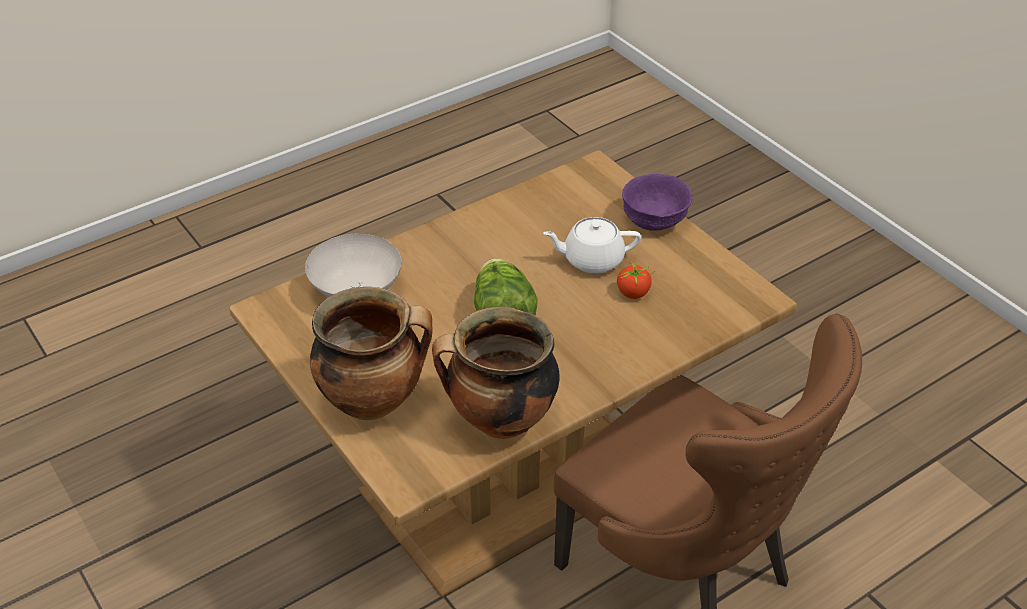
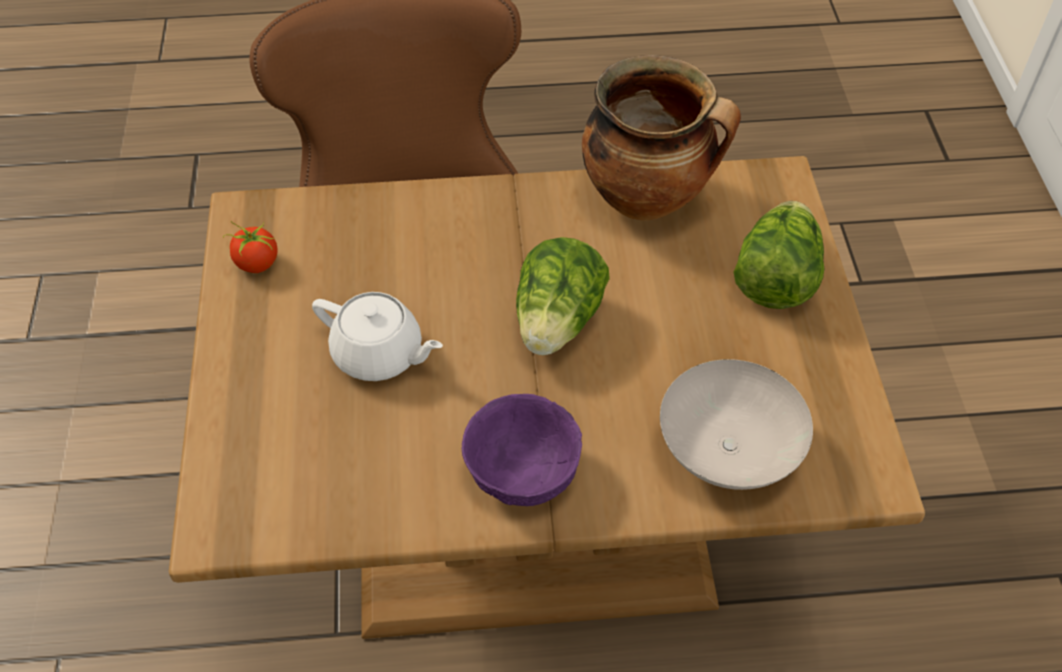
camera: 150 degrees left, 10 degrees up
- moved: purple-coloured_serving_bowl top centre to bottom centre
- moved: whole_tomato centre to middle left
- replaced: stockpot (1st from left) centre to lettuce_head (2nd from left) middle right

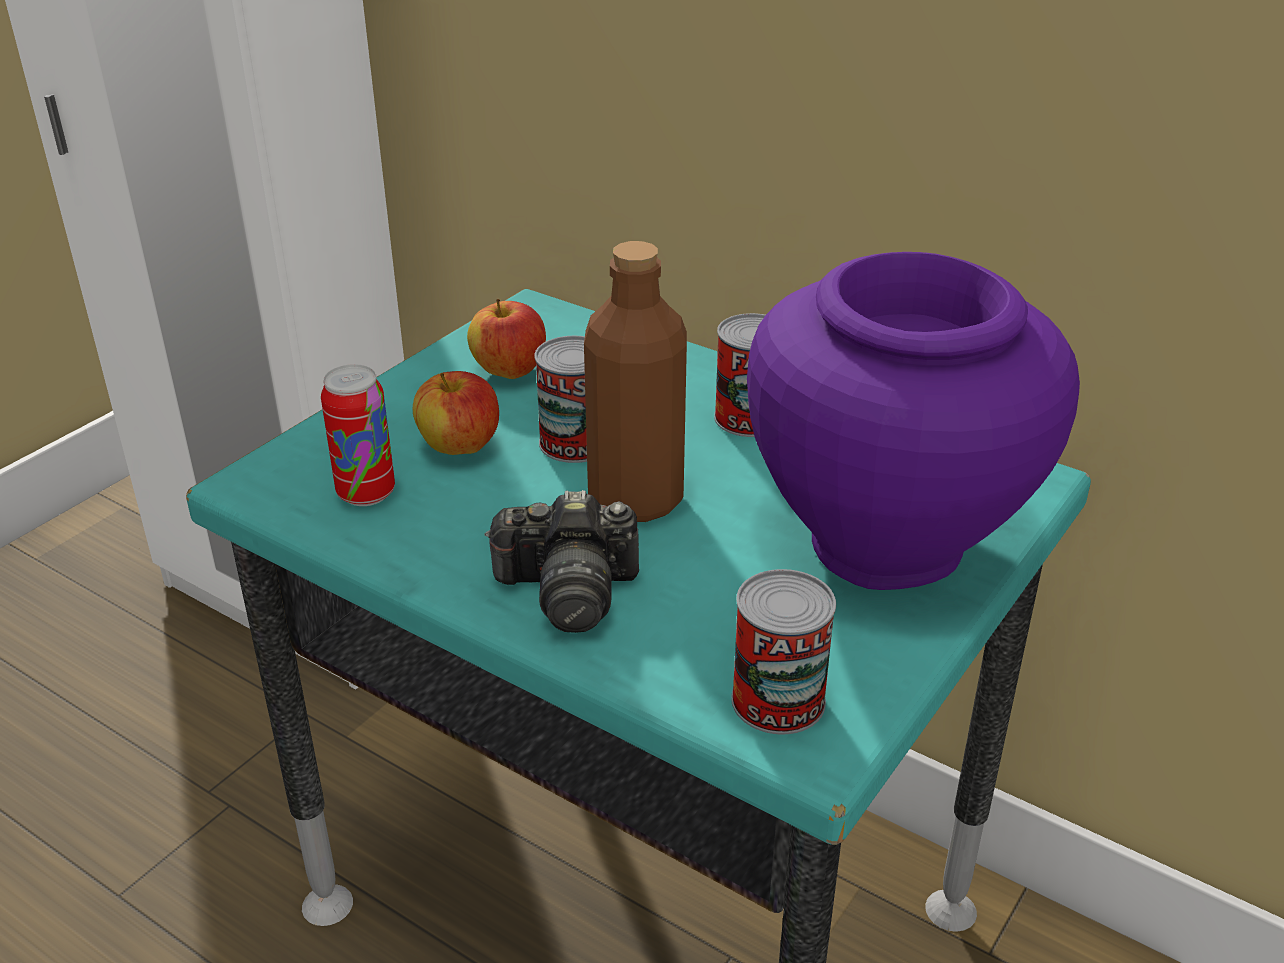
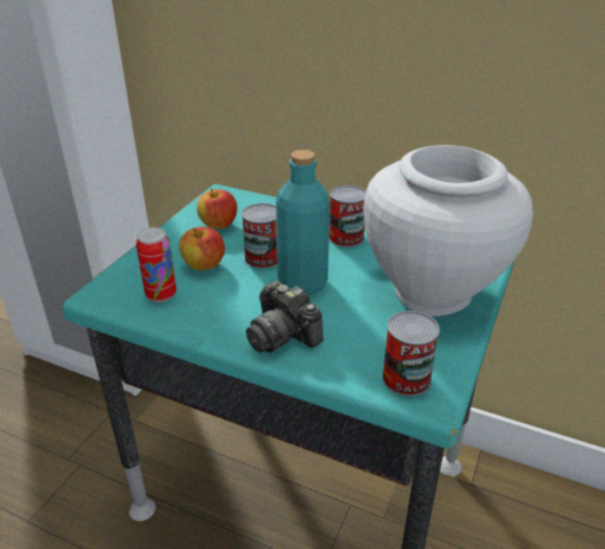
camera: 10 degrees left, 0 degrees up
- recoloured: brown-coloured_drink_bottle centre to turquoise_drink_bottle centre
- recoloured: purple-coloured_decorative_vase middle right to whitish_decorative_vase middle right
- turned: still_camera centre = centre 60 degrees clockwise

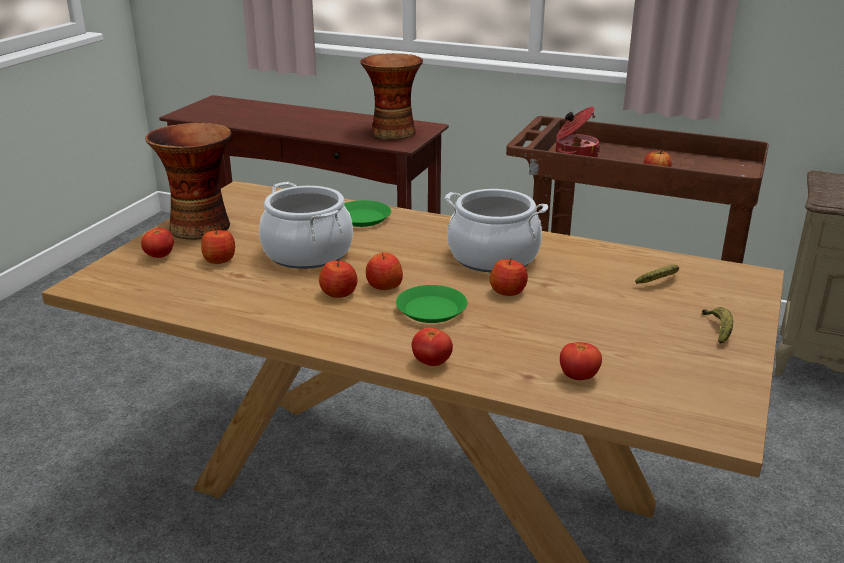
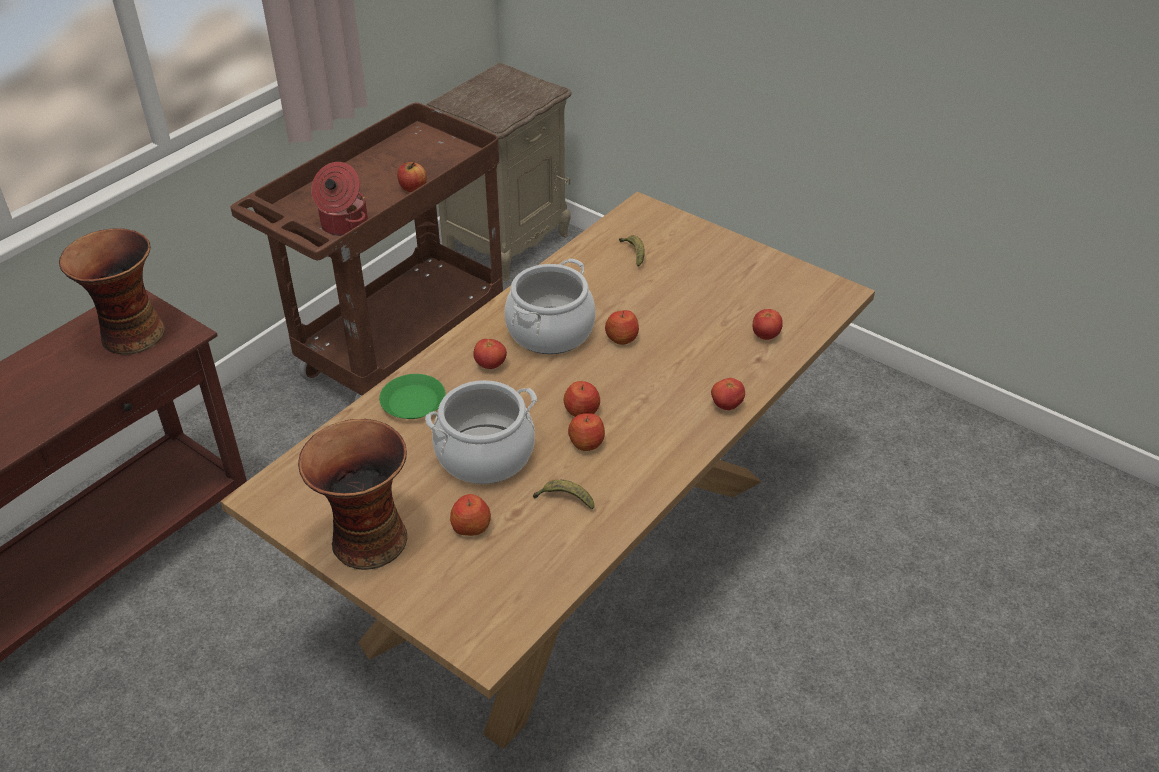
camera: 75 degrees left, 15 degrees up
- moved: whole_tomato (1st from left) middle left to centre
- removed: greenish_dinner_plate (2nd from left) centre
- moved: banana (2nd from left in the first image) middle right to banana (1st from left) centre

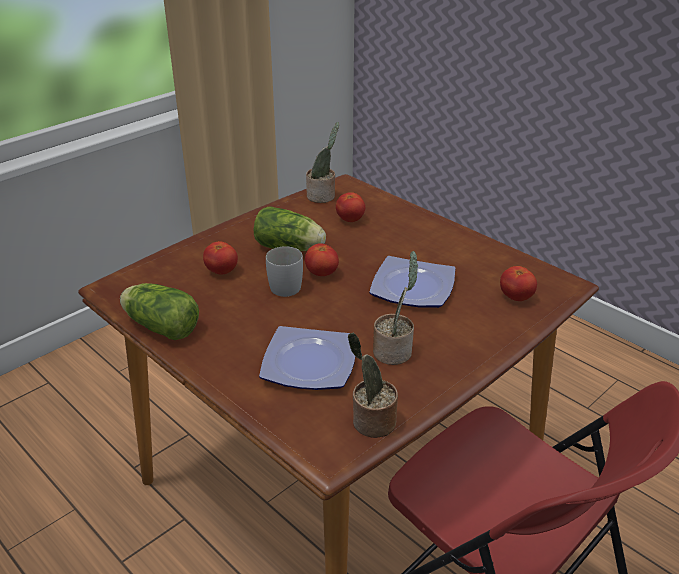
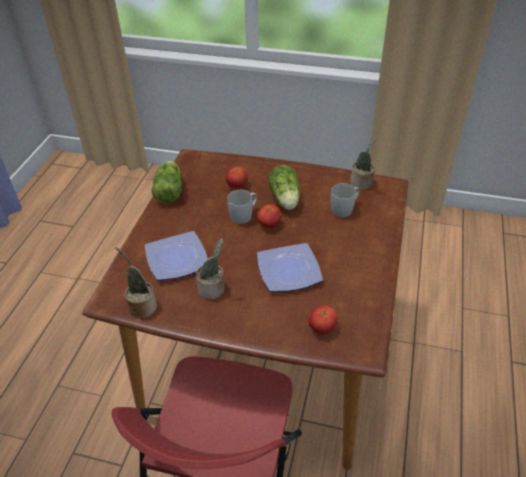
camera: 60 degrees right, 10 degrees up
- replaced: whole_tomato (3rd from left) centre to whitish_tea_mug (2nd from left) centre

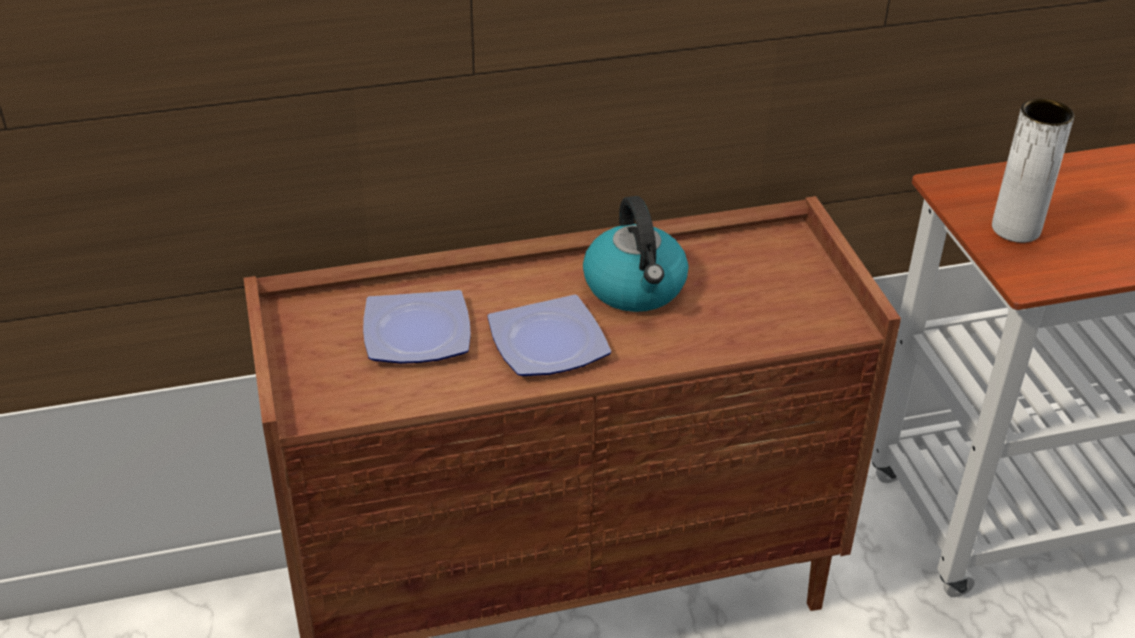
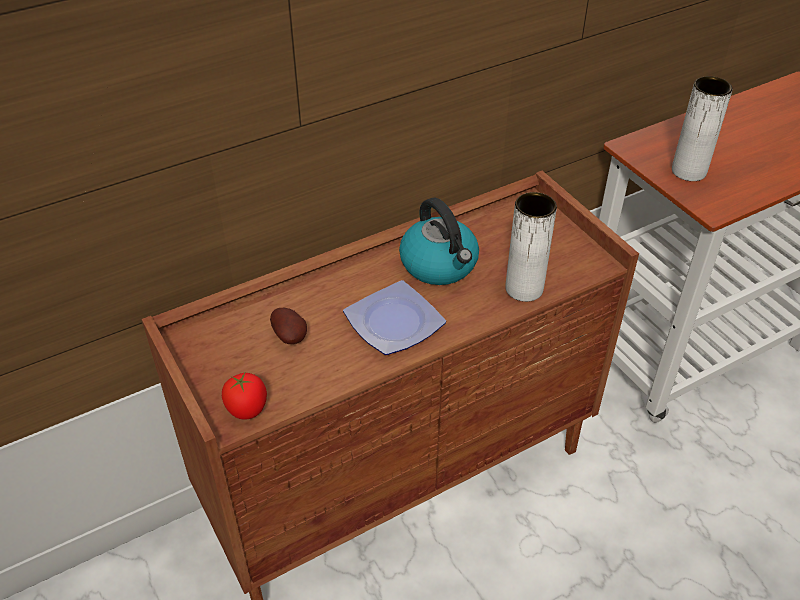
camera: 15 degrees left, 5 degrees up
- replaced: dinner_plate (1st from left) centre to spud centre
- added: whitish_decorative_vase (1st from left) centre
- added: whole_tomato middle left

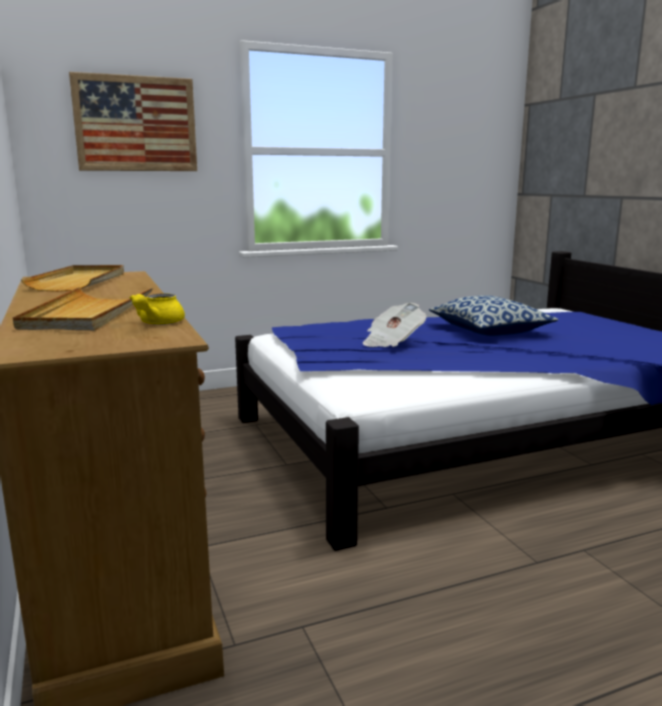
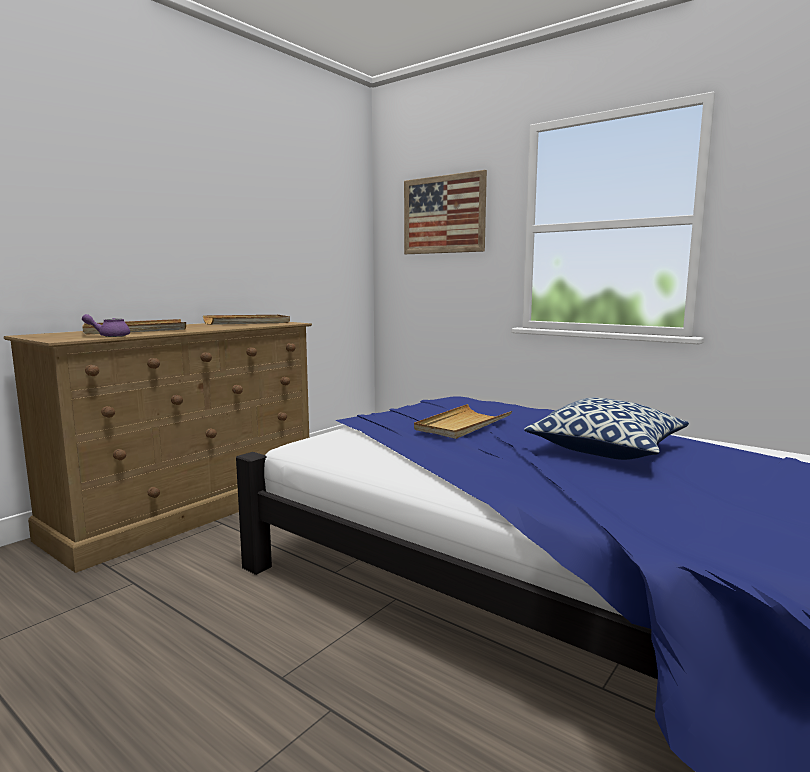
camera: 60 degrees right, 5 degrees down
- recoloured: yellow-coloured_pot_for_tea middle left to purple-coloured_pot_for_tea middle left
- replaced: daily_paper centre to sand-coloured_serving_tray (3rd from left) centre

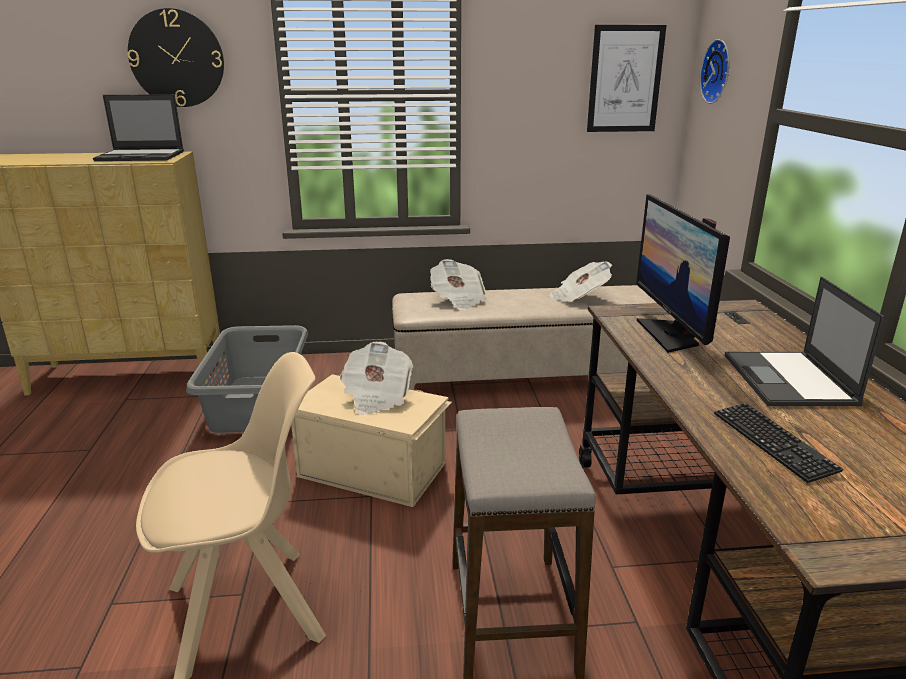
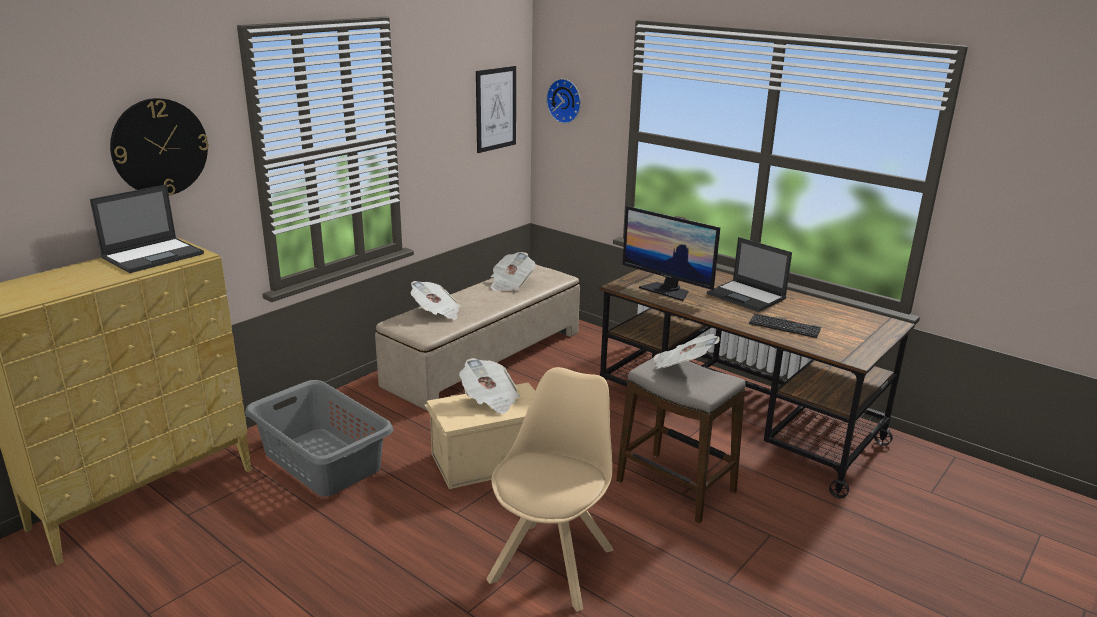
camera: 45 degrees left, 0 degrees up
- added: daily_paper (4th from left) centre

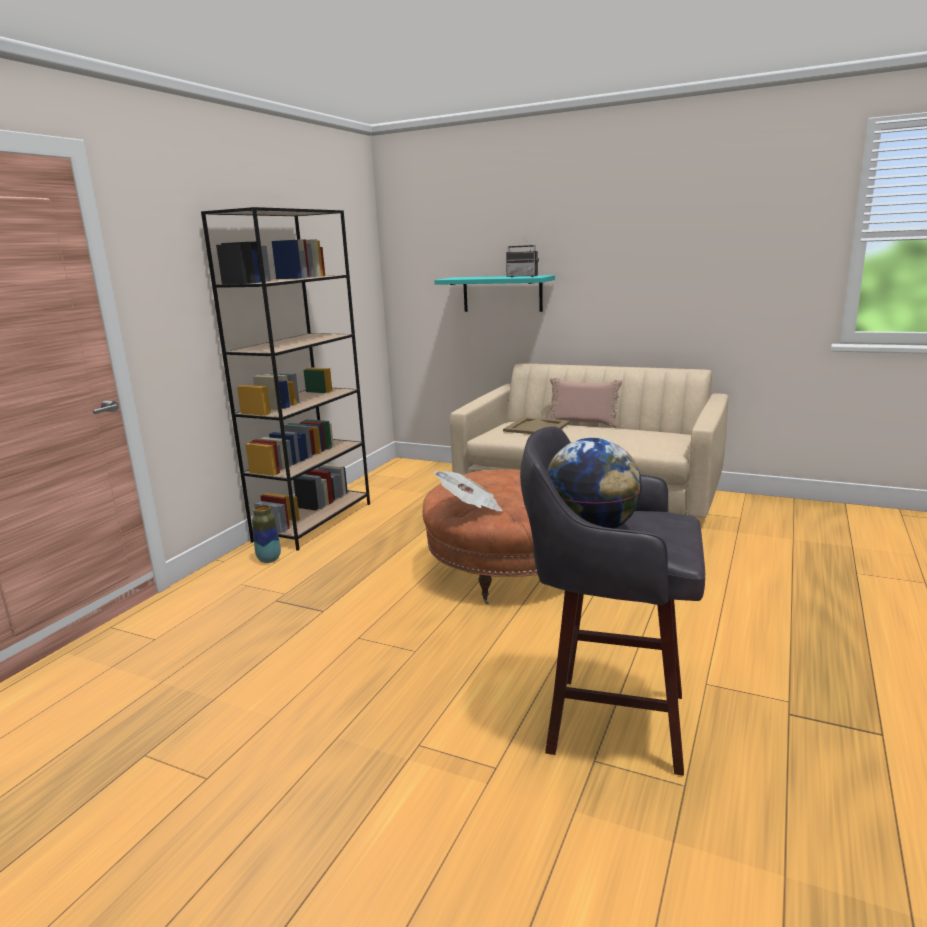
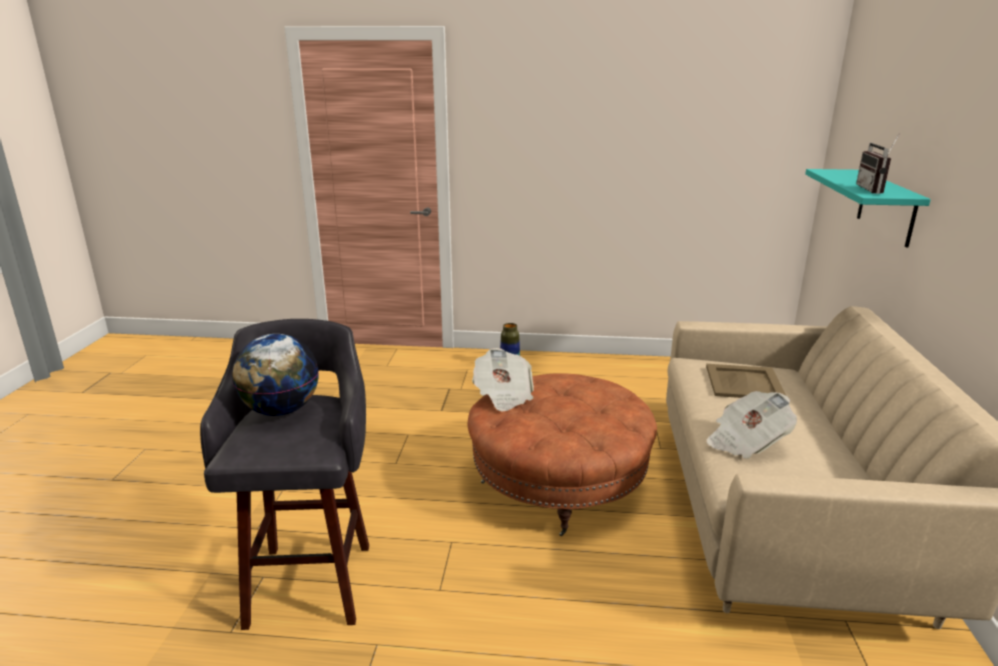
camera: 70 degrees right, 5 degrees up
- removed: sand-coloured_bookshelf middle left
- removed: sand-coloured_throw_pillow centre
- added: daily_paper (2nd from left) middle right

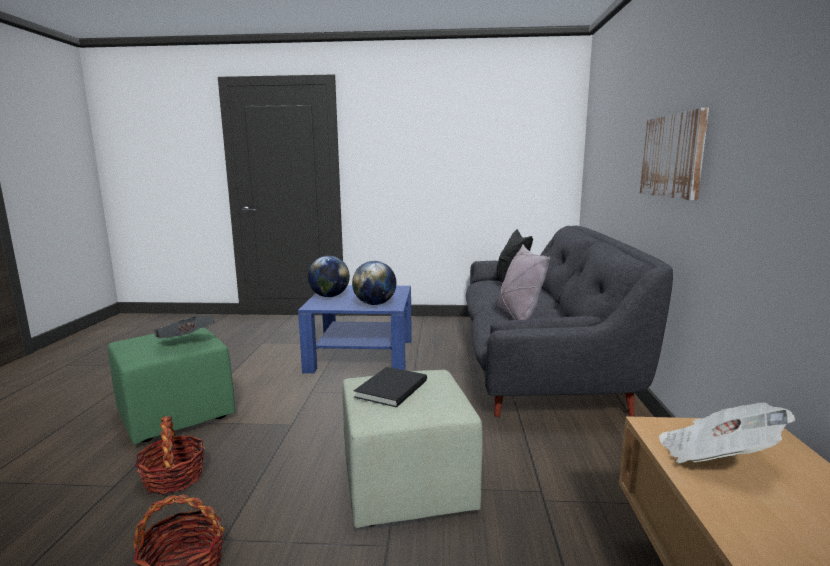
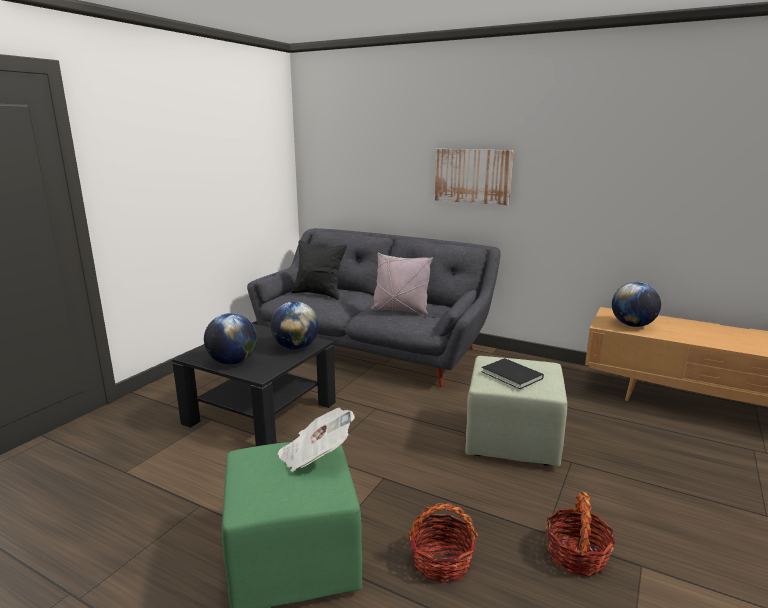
camera: 65 degrees left, 5 degrees up
- recoloured: bluish_coffee_table centre to black-coloured_coffee_table middle left
- replaced: daily_paper (2nd from left) bottom right to desk_globe (3rd from left) middle right

